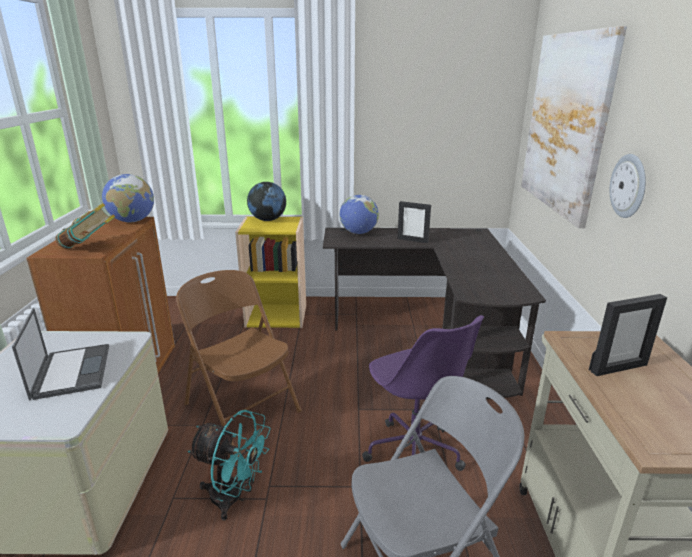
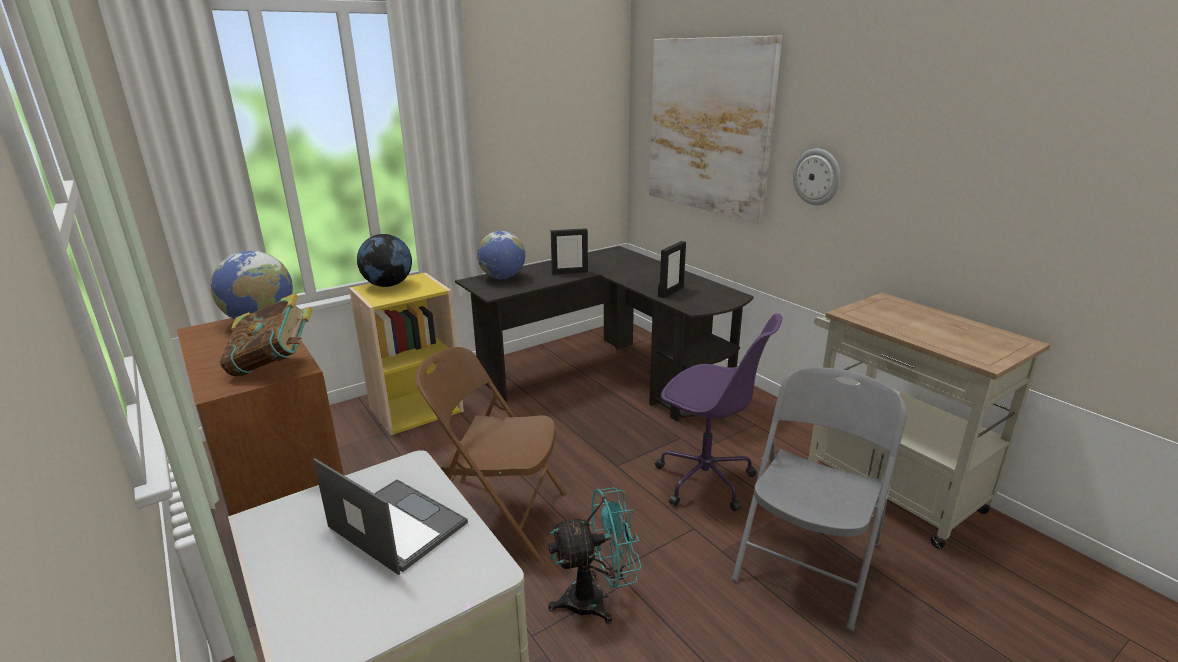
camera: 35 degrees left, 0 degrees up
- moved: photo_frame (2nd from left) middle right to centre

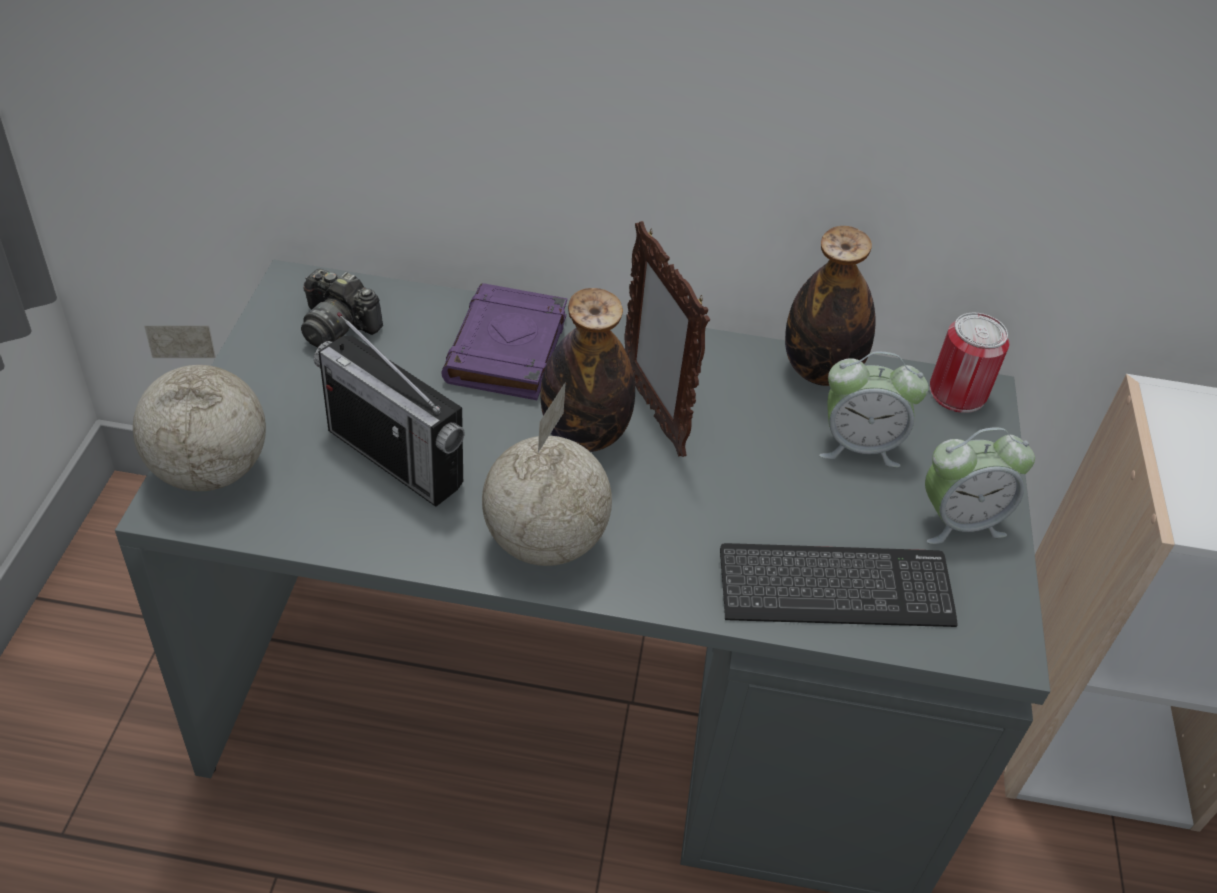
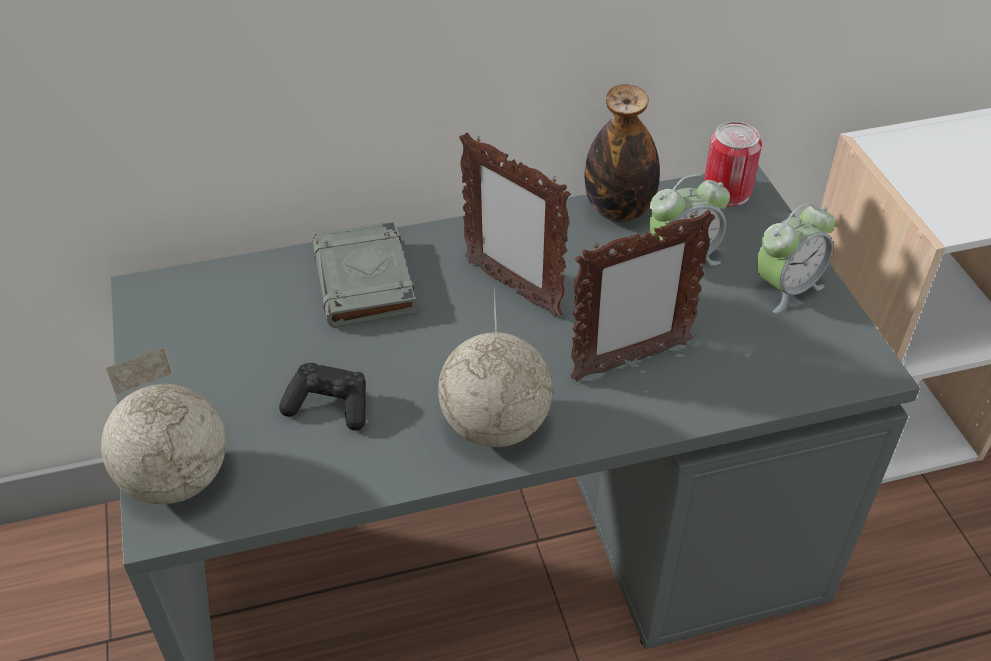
camera: 20 degrees left, 0 degrees up
- removed: still_camera middle left
- recoloured: purple-coloured_volume centre to grey_volume centre
- removed: drink_bottle (1st from left) centre
- replaced: radio middle left to black-coloured_gamepad middle left
- removed: PC_keyboard middle right
- added: photo_frame (2nd from left) centre

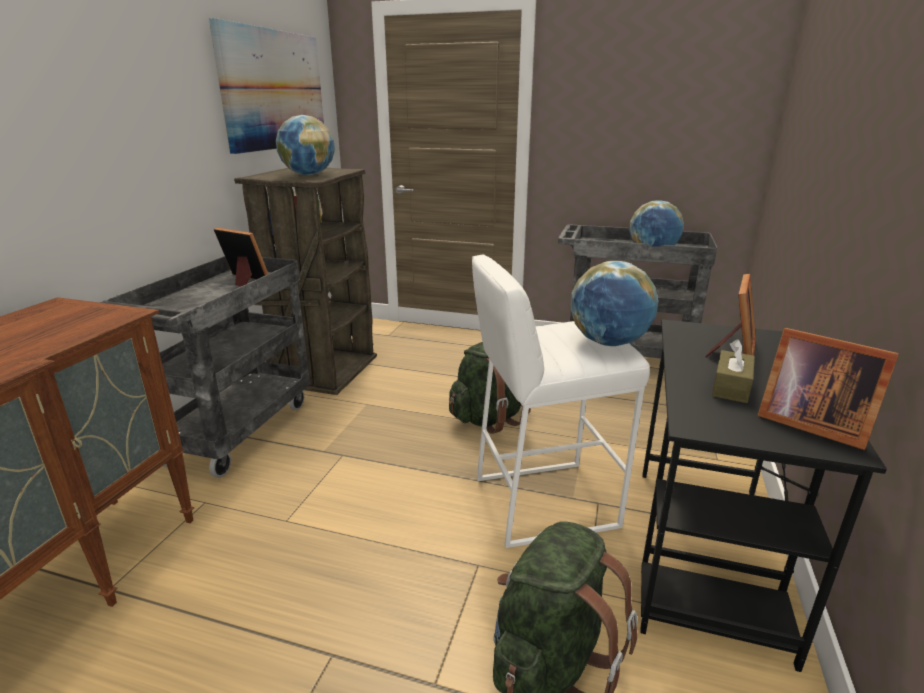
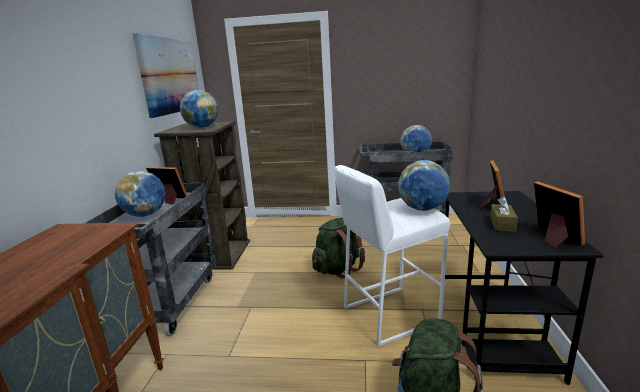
camera: 10 degrees left, 5 degrees down
- turned: photo_frame (3rd from left) middle right = middle right 135 degrees counterclockwise
- added: desk_globe (1st from left) middle left

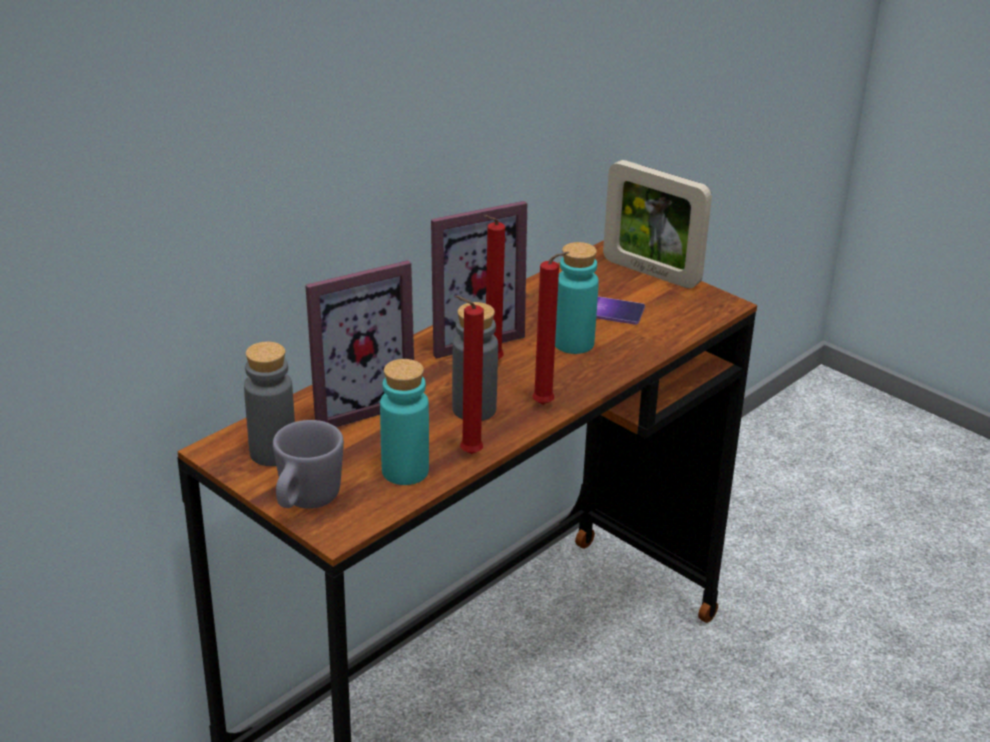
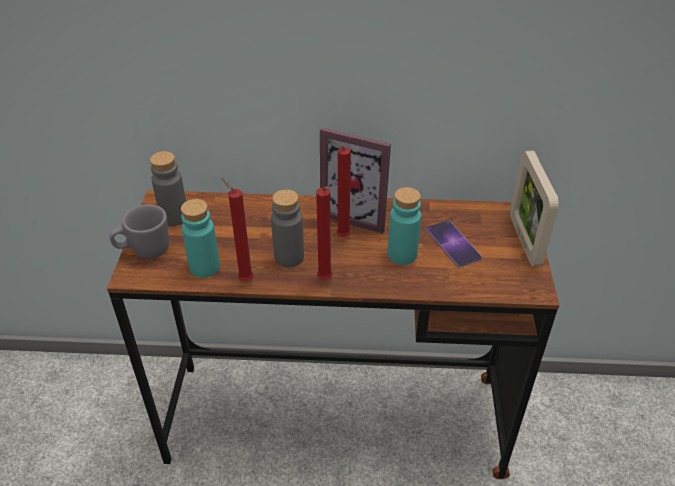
camera: 50 degrees right, 10 degrees up
- removed: photo_frame (1st from left) centre

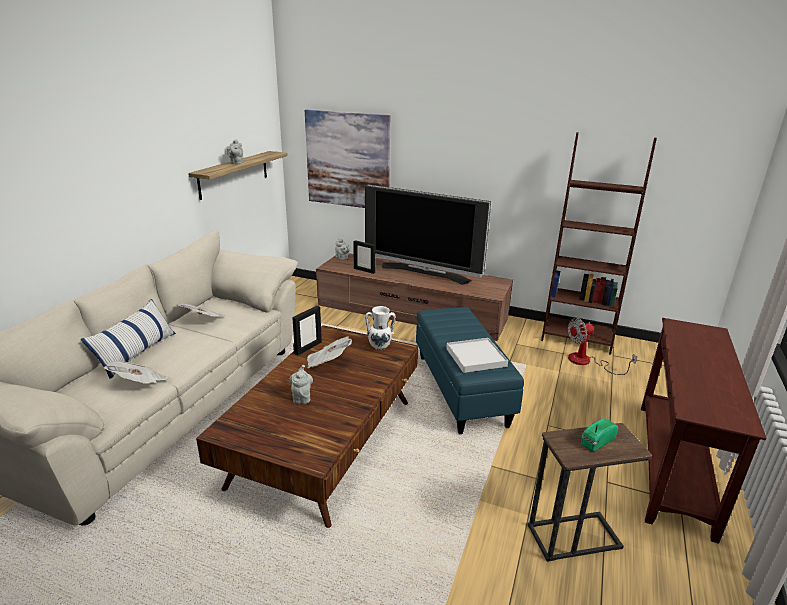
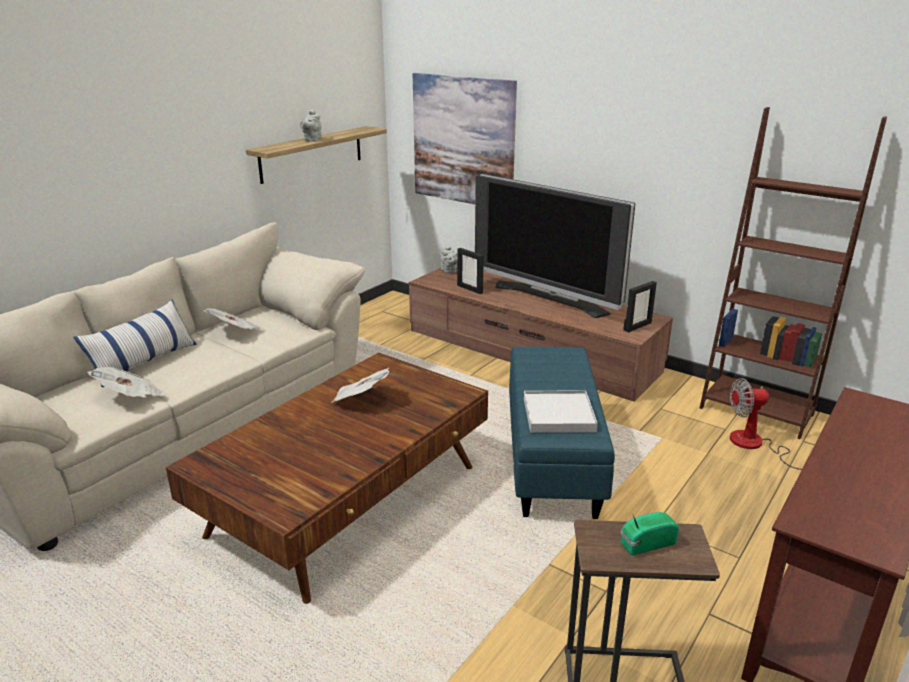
camera: 15 degrees right, 0 degrees up
- moved: photo_frame (1st from left in the first image) centre to photo_frame (2nd from left) middle right
- removed: whitish_decorative_vase centre
- removed: grey_pot_for_tea (2nd from left) centre

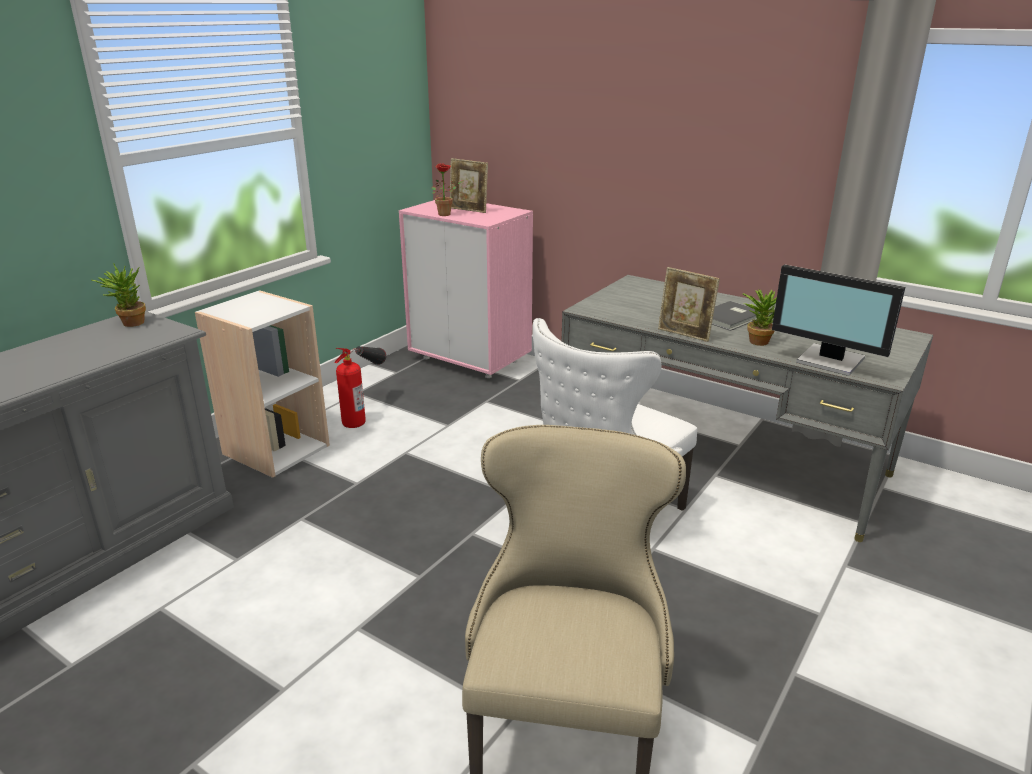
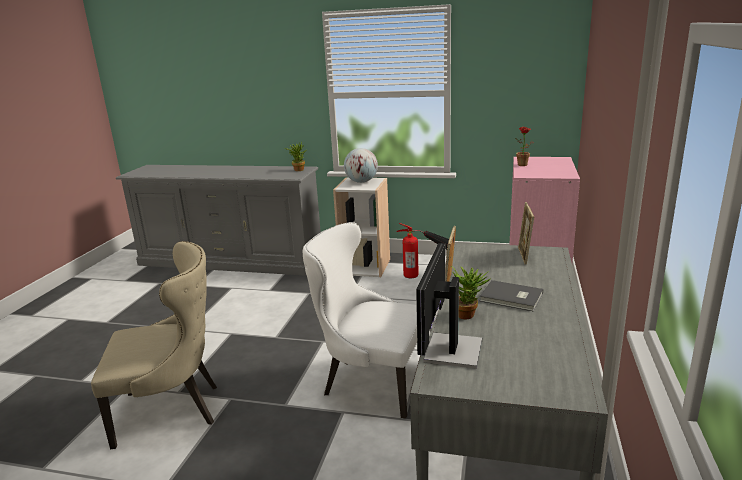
camera: 70 degrees right, 5 degrees down
- moved: photo_frame (1st from left in the first image) top centre to photo_frame (2nd from left) middle right
- added: desk_globe centre

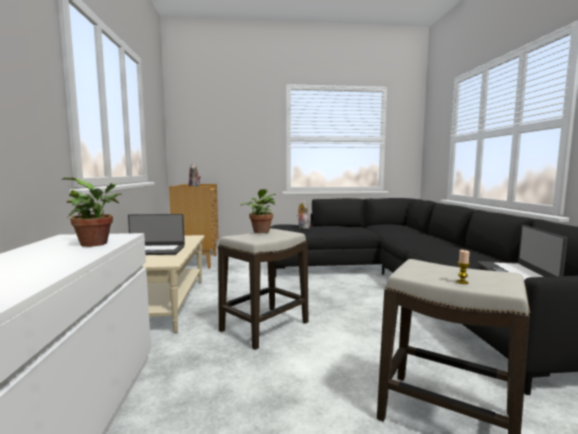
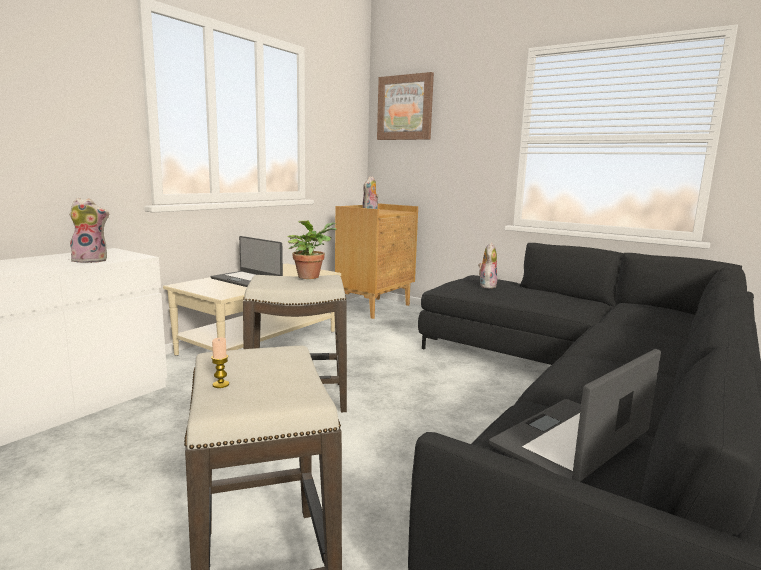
camera: 40 degrees right, 5 degrees up
- replaced: plant_in_a_pot (1st from left) middle left to plush_toy (1st from left) middle left
- added: wall_picture top centre

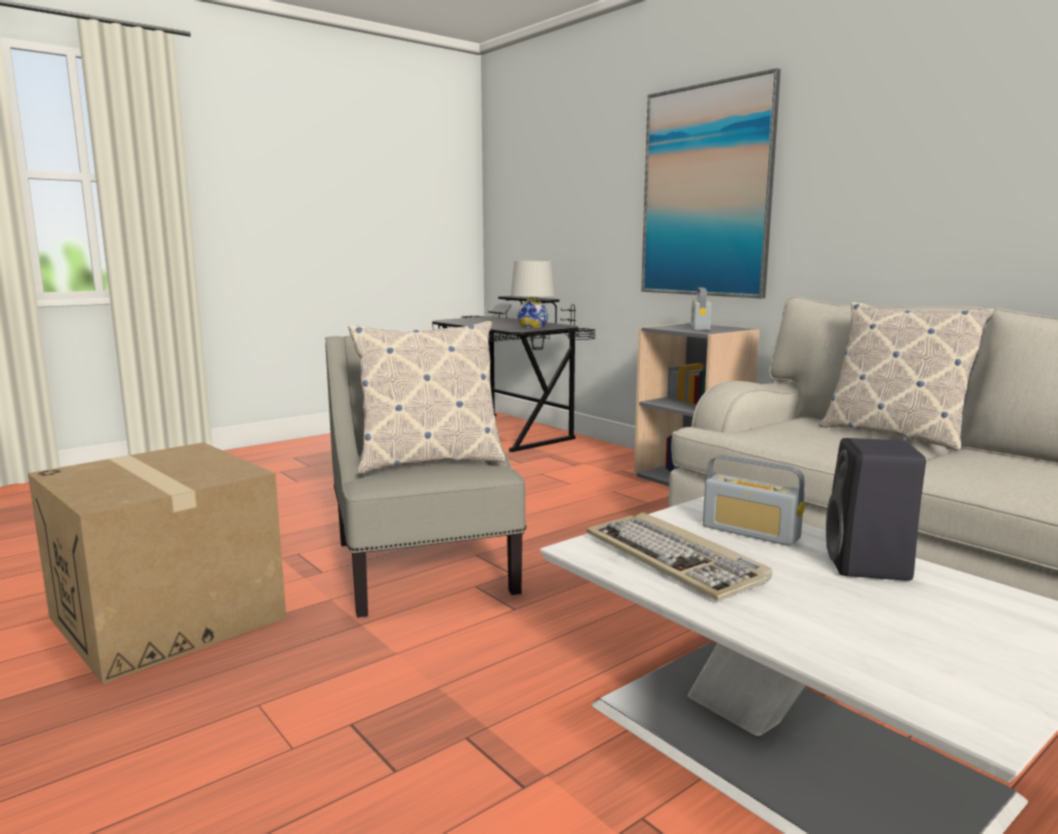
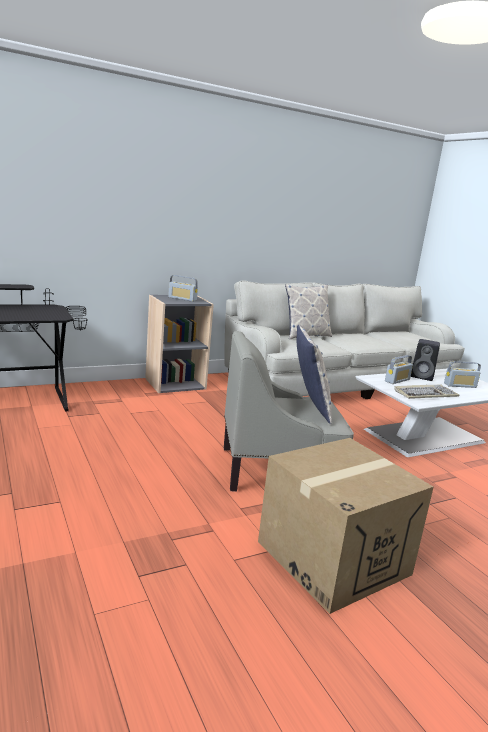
camera: 80 degrees left, 5 degrees up
- removed: wall_picture top right
- removed: whitish_table_lamp centre
- added: radio (3rd from left) middle right

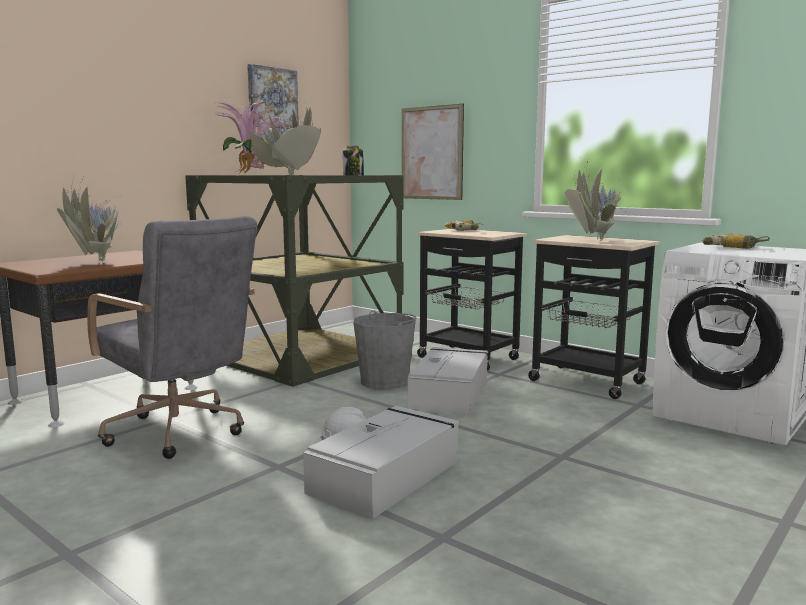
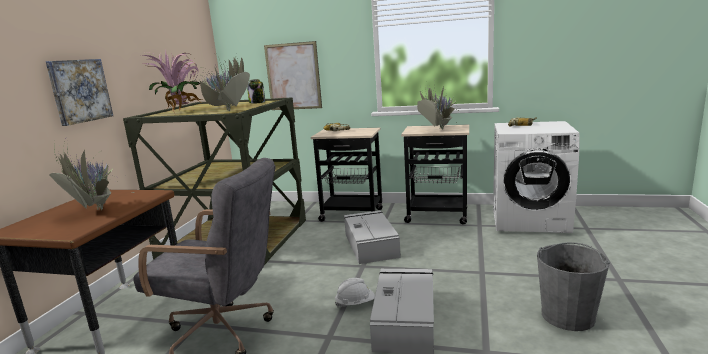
camera: 25 degrees left, 5 degrees up
- moved: wall_picture (1st from left) top centre to top left
- moved: grey_pail centre to bottom right

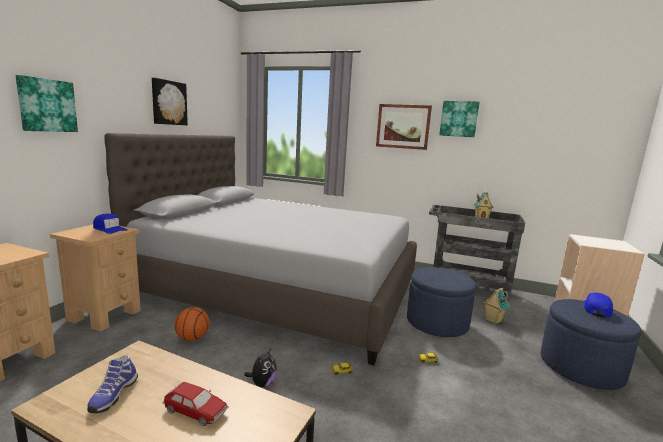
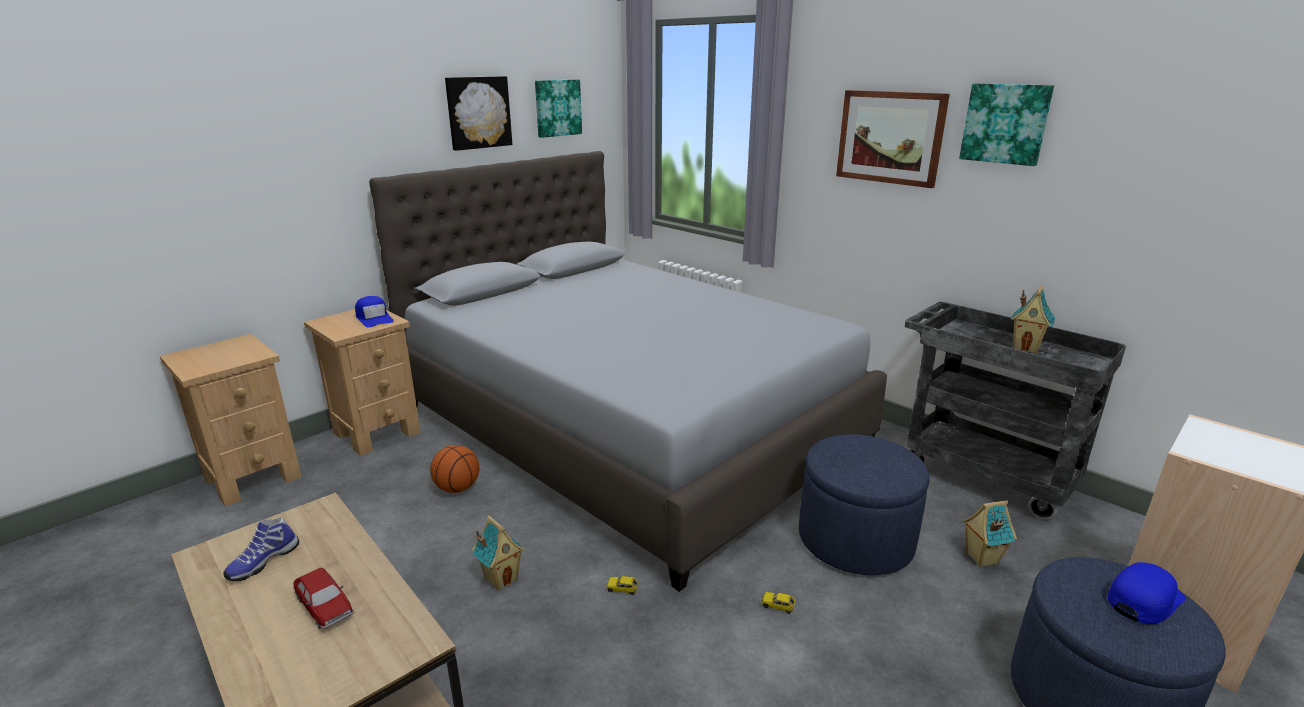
camera: 25 degrees right, 10 degrees up
- moved: wall_picture (1st from left in the first image) top left to wall_picture (2nd from left) top centre
- replaced: plush_toy bottom centre to model_house (1st from left) bottom centre

